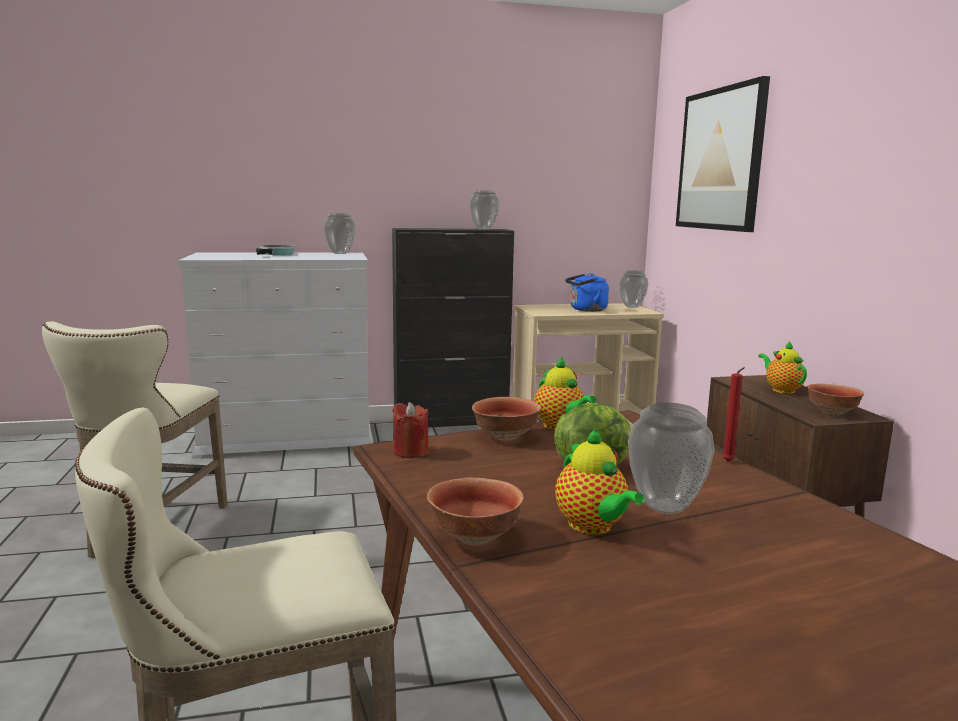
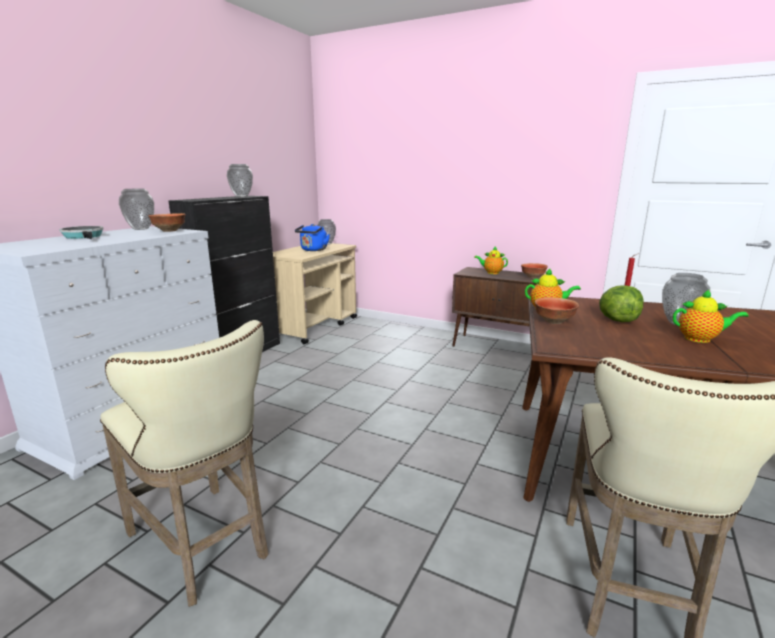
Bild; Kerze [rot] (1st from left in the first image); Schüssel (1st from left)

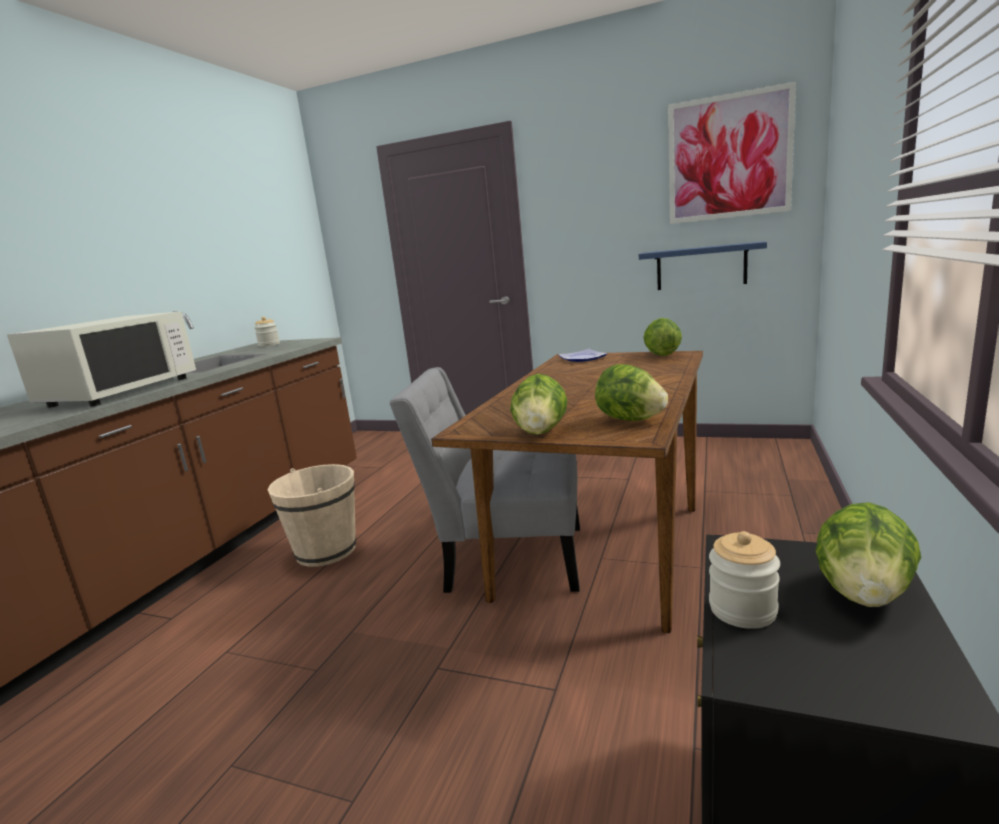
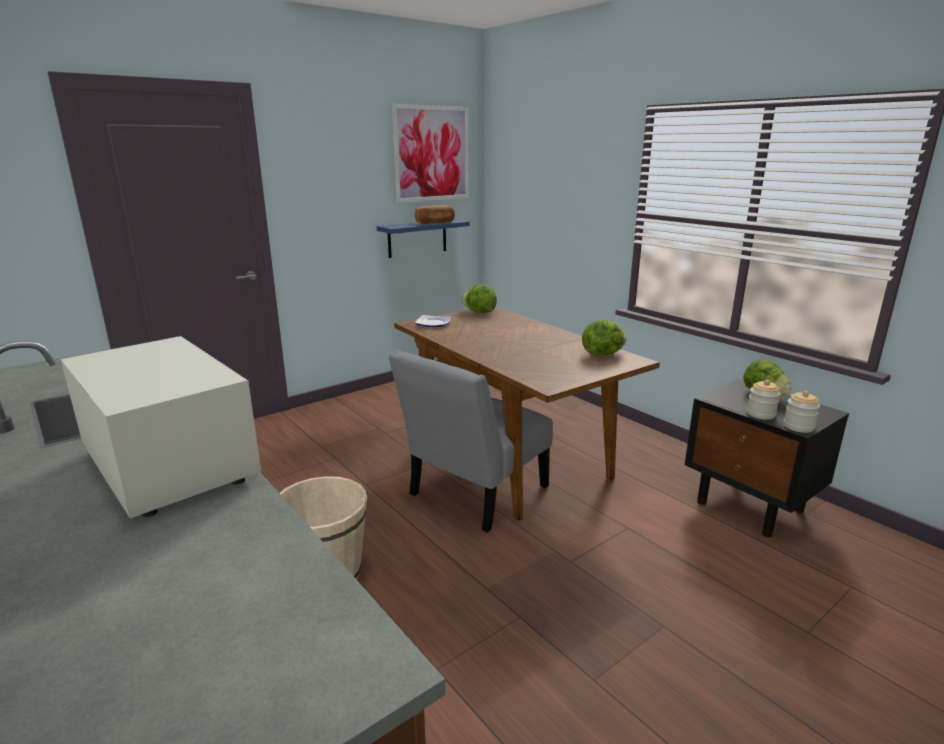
Vorratsglas (2nd from left); Salatkopf (1st from left in the first image); Brot

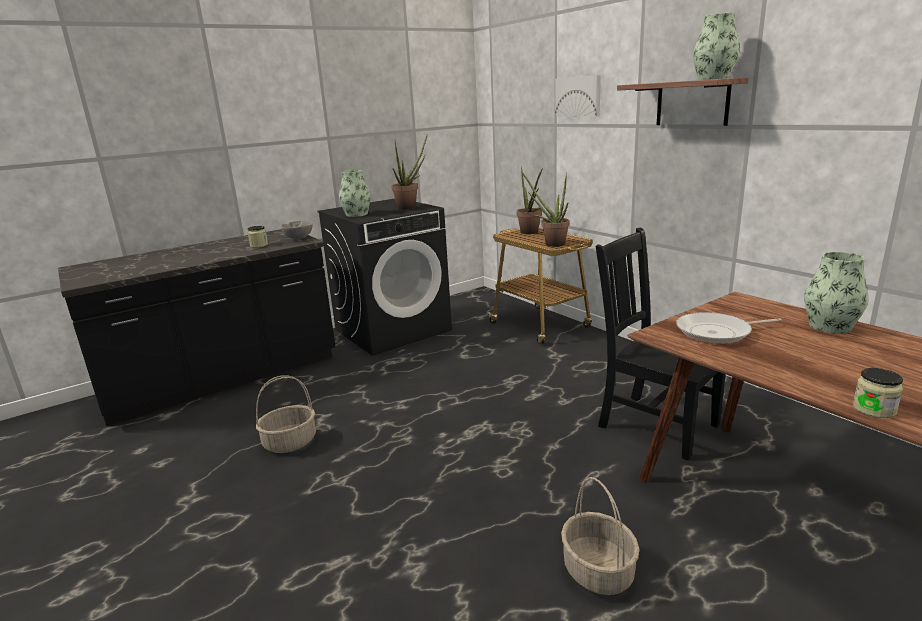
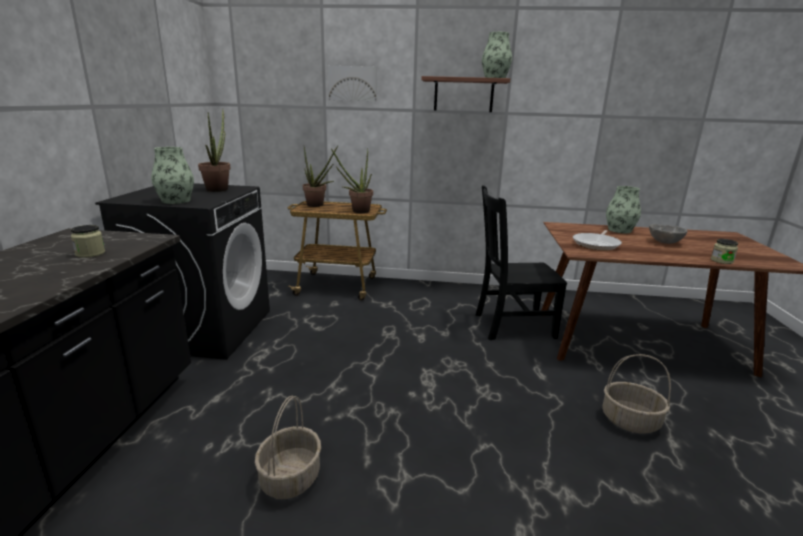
Schüssel [grau]

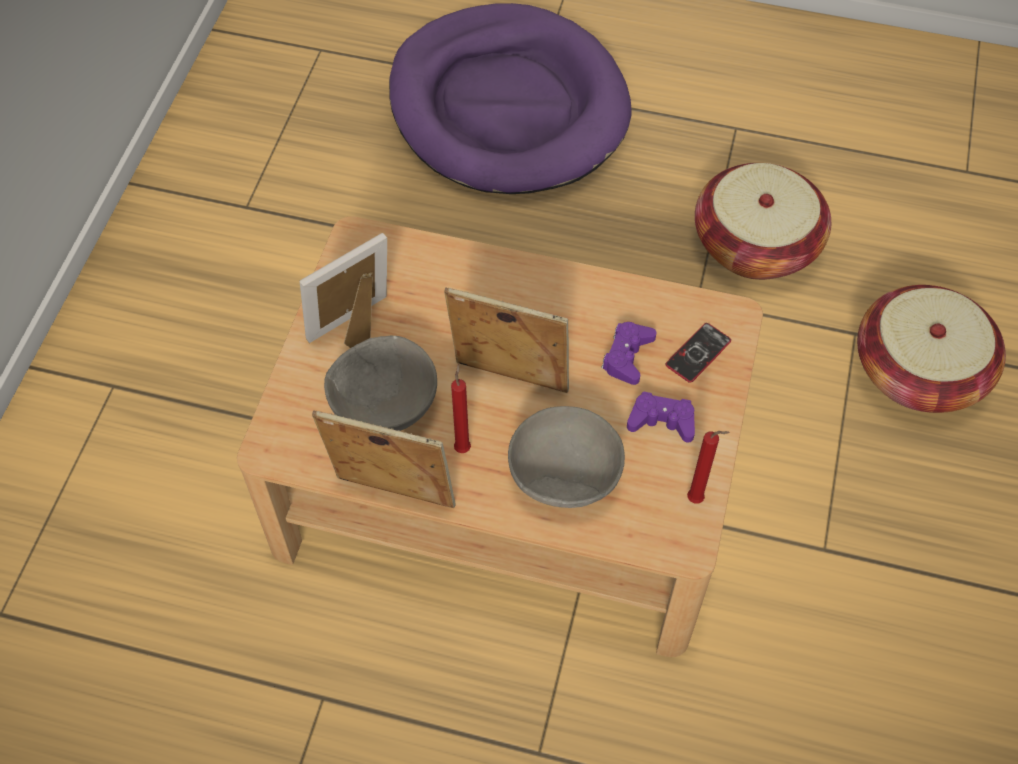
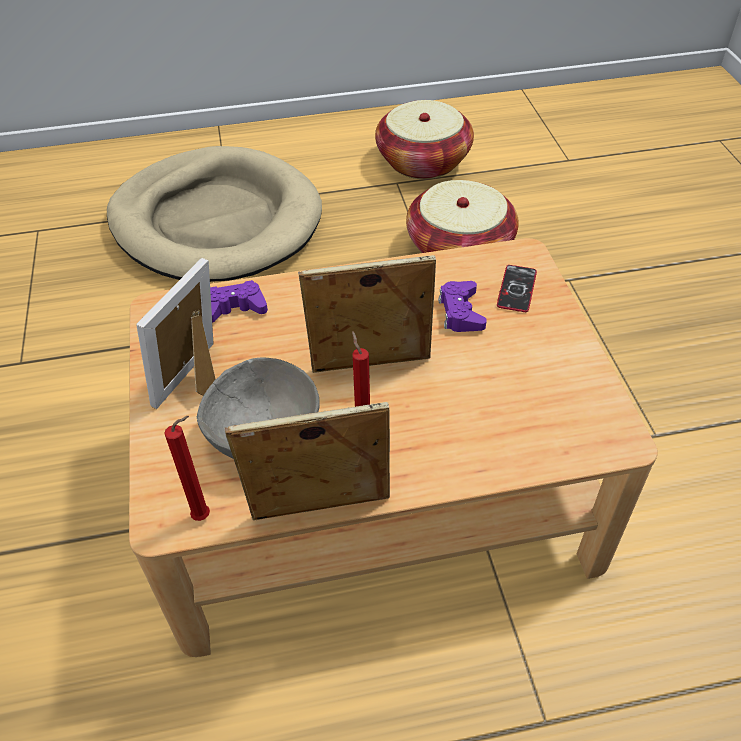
Hundebett [beige]; Korb (1st from left); Gamepad [lila] (1st from left); Schüssel [grau] (2nd from left in the first image); Kerze [rot] (1st from left)

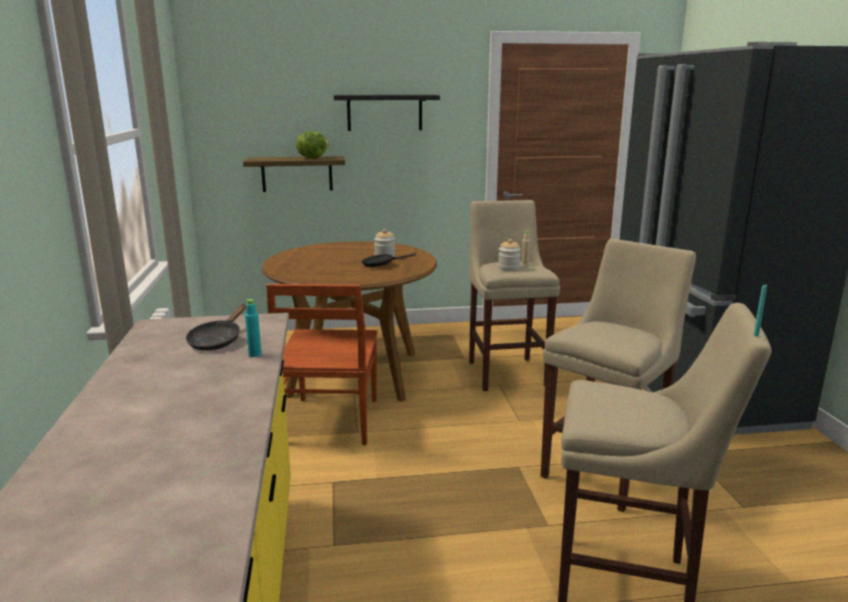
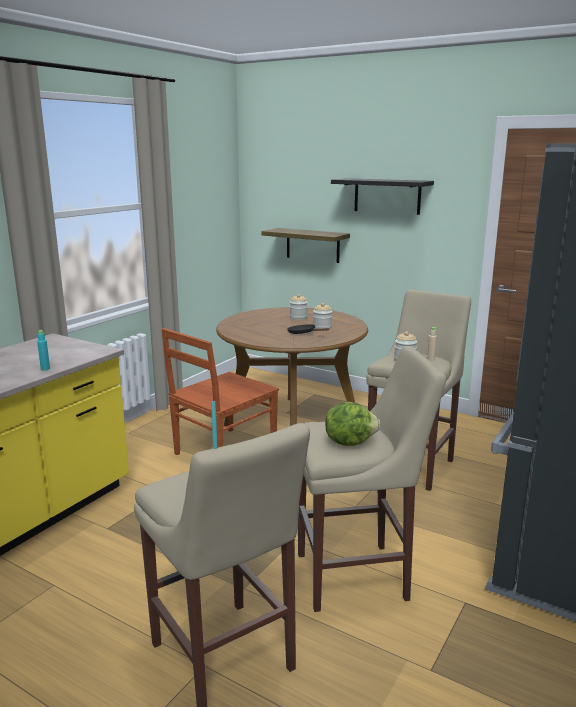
Salatkopf; Pfanne [schwarz] (1st from left in the first image); Vorratsglas (1st from left)

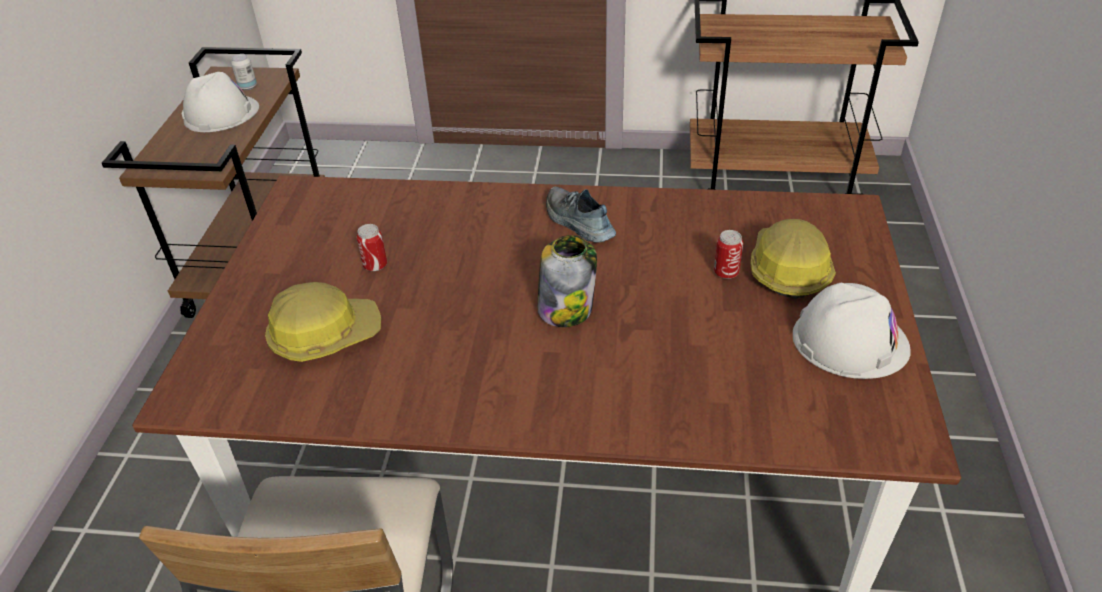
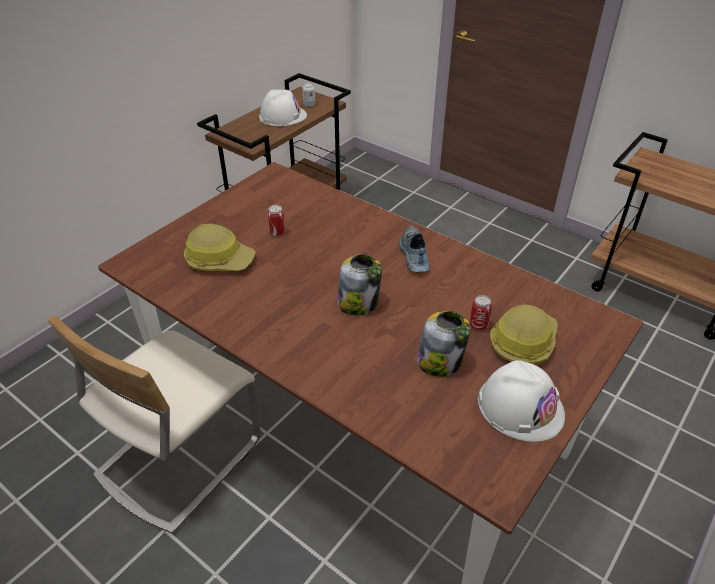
Vorratsglas (2nd from left)

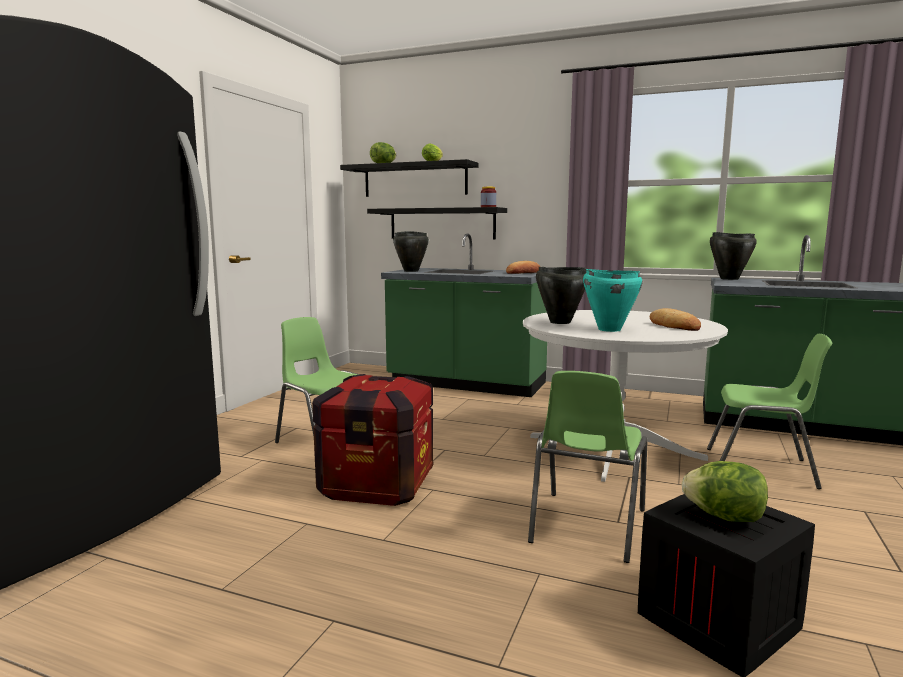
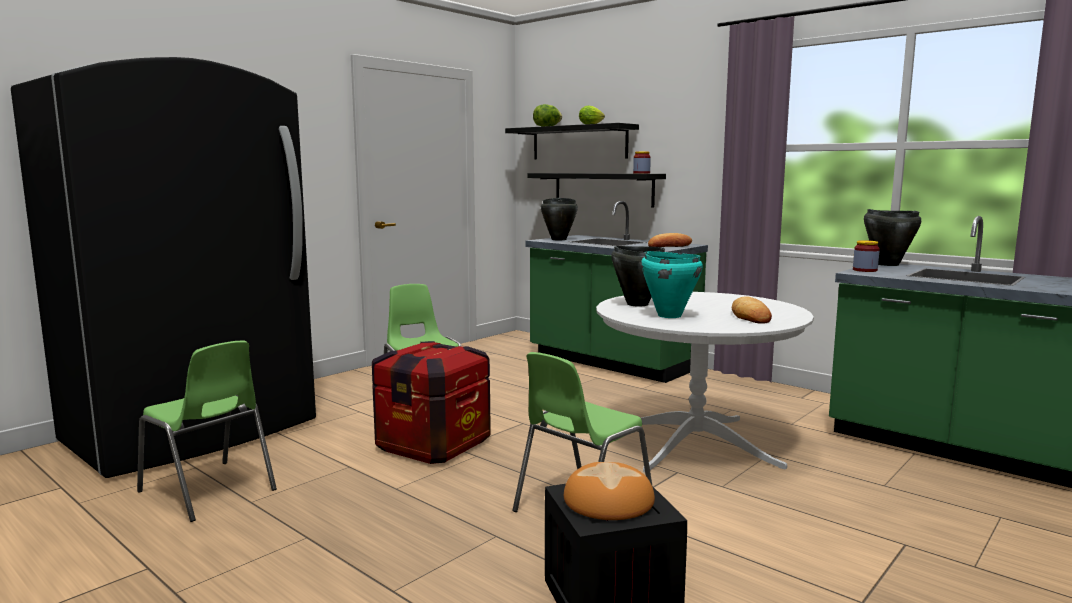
Stuhl [grün] (1st from left); Brot (1st from left); Vorratsglas (2nd from left)

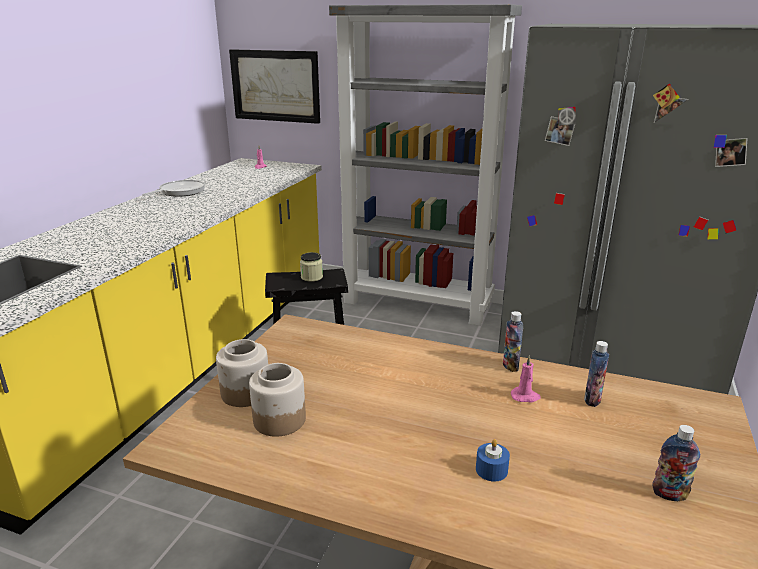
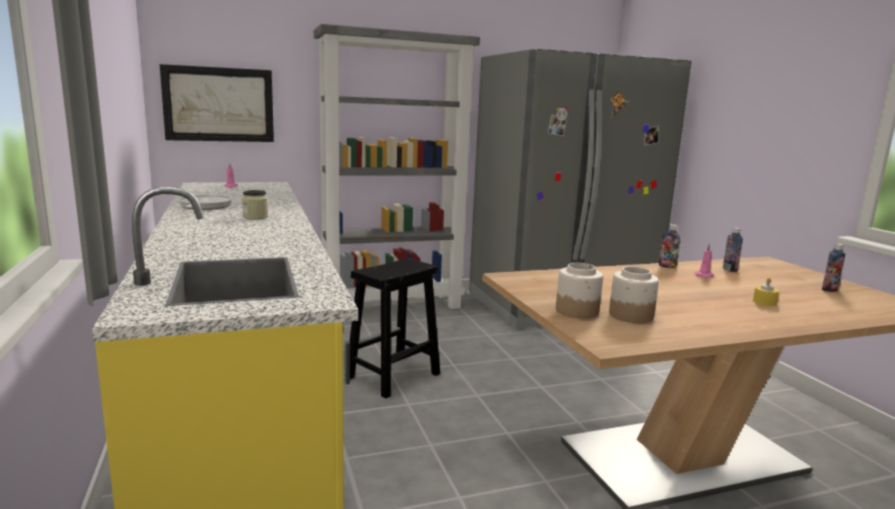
Vorratsglas (1st from left); Kerze [gelb]

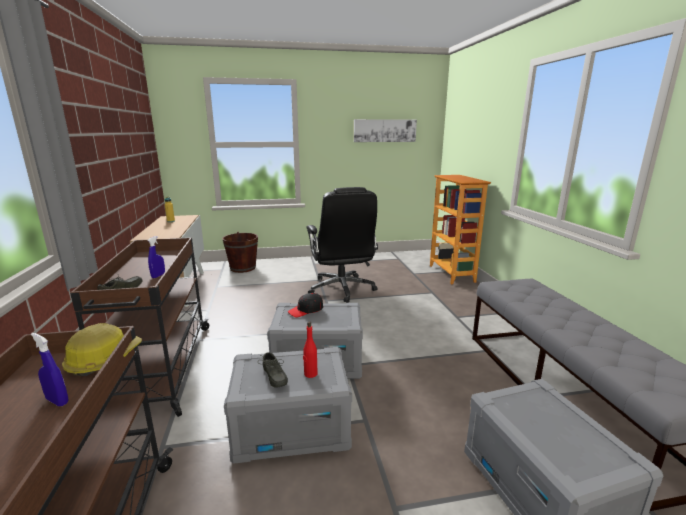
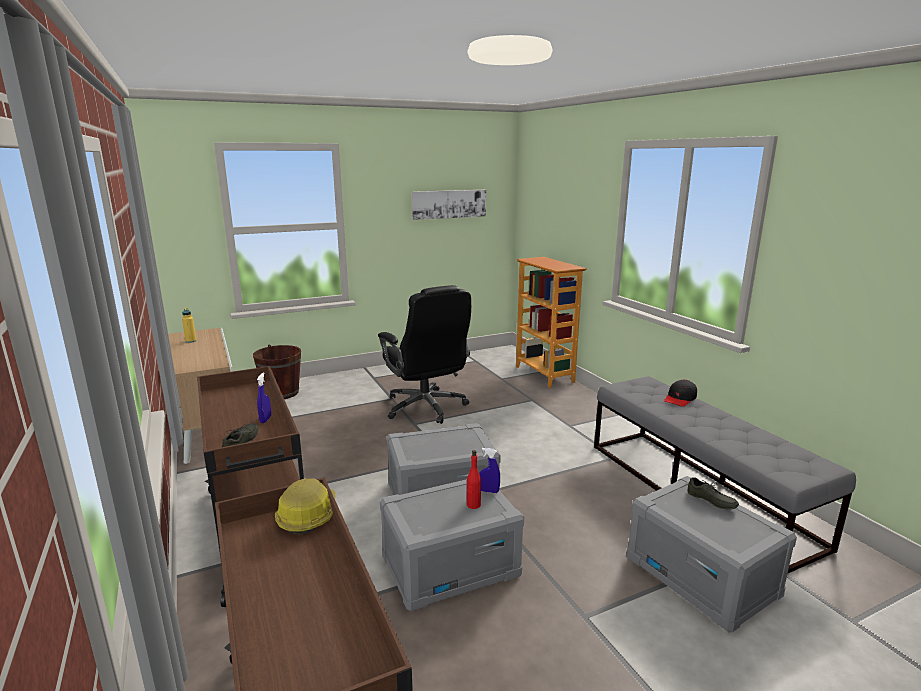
Kappe [schwarz]; Sprühflasche [blau] (2nd from left); Schuh [grau] (2nd from left)

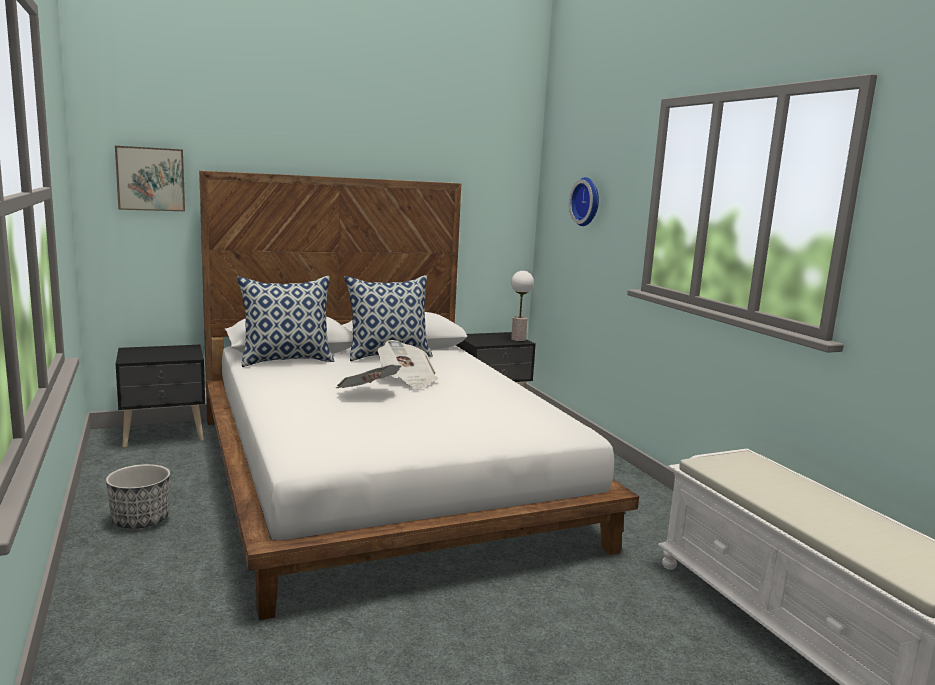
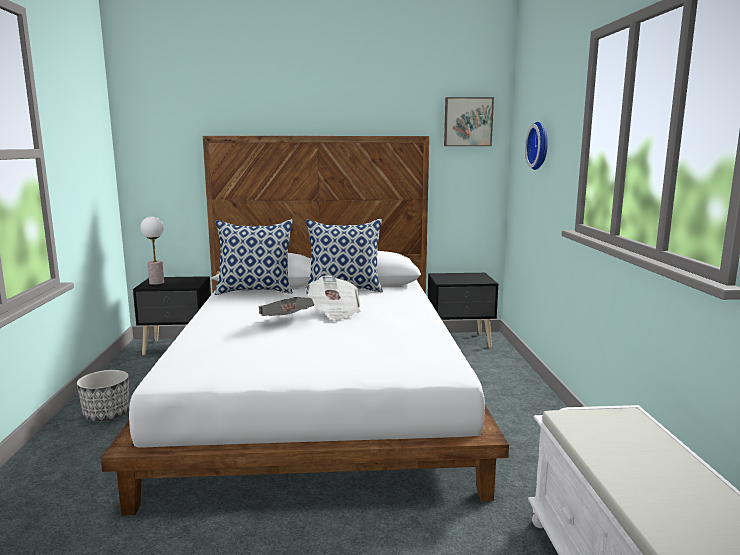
Bild; Tischlampe

